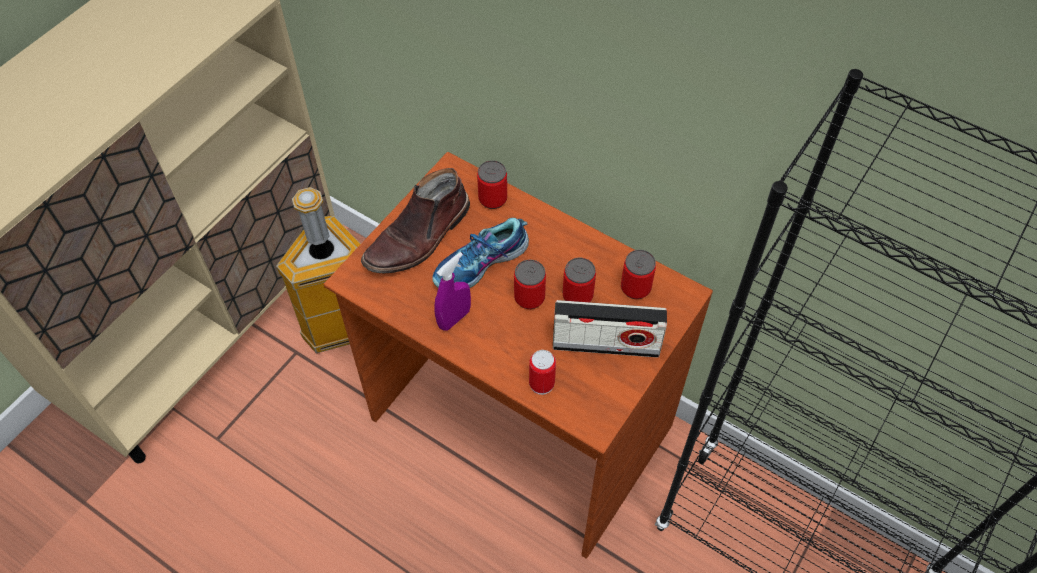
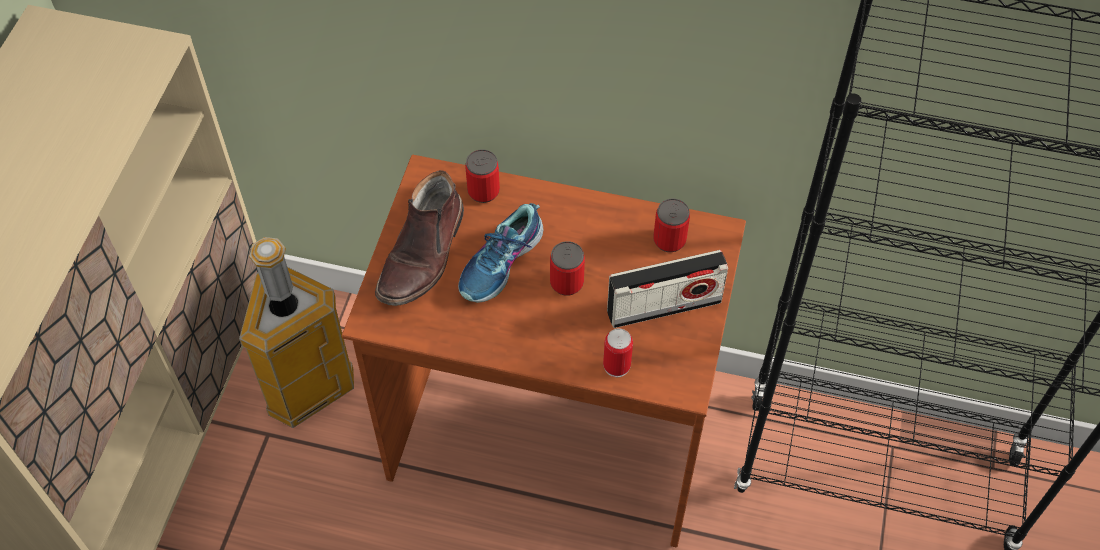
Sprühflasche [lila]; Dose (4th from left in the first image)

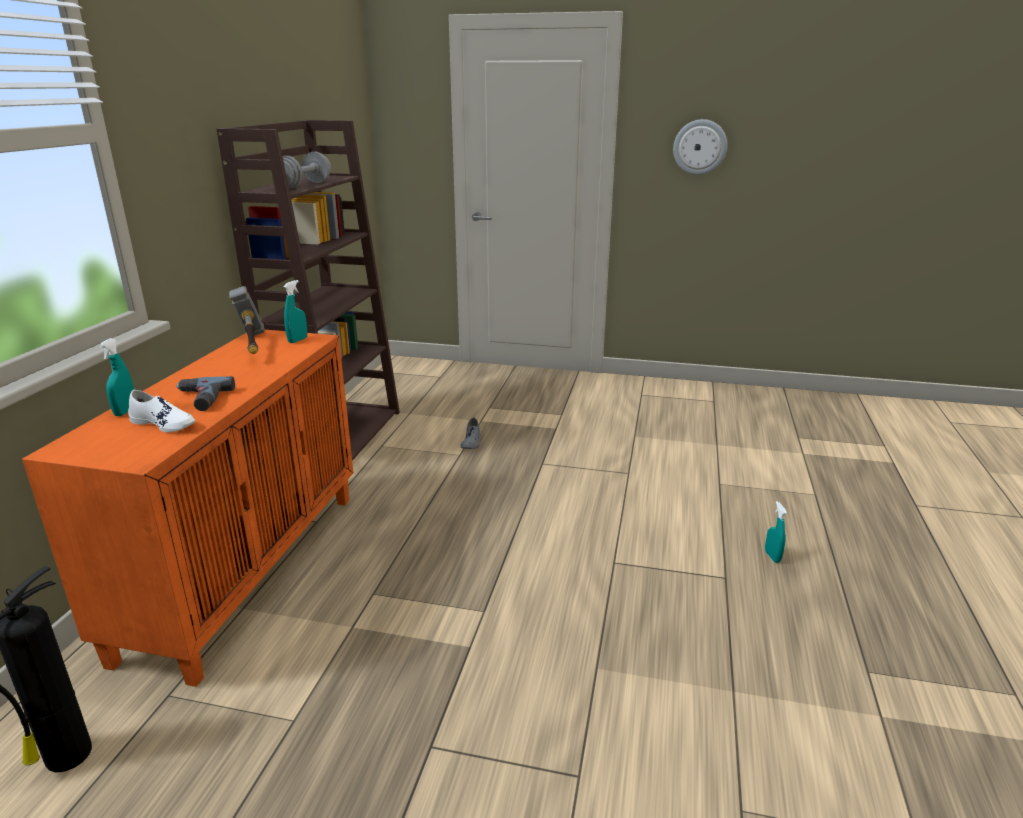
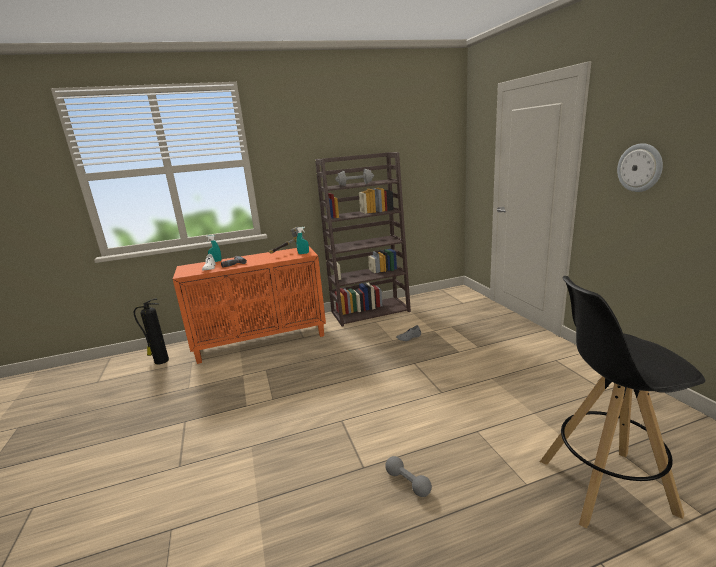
Hantel [grau] (2nd from left); Hocker [schwarz]

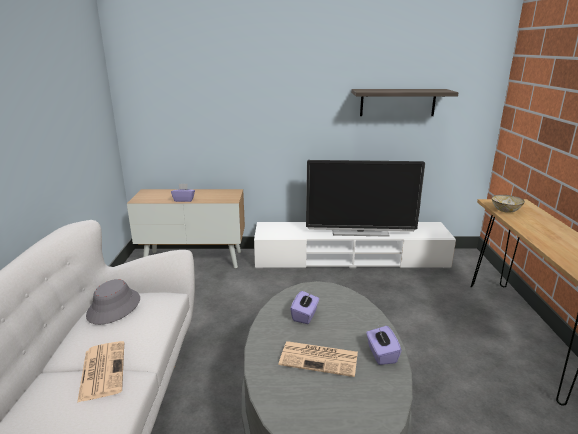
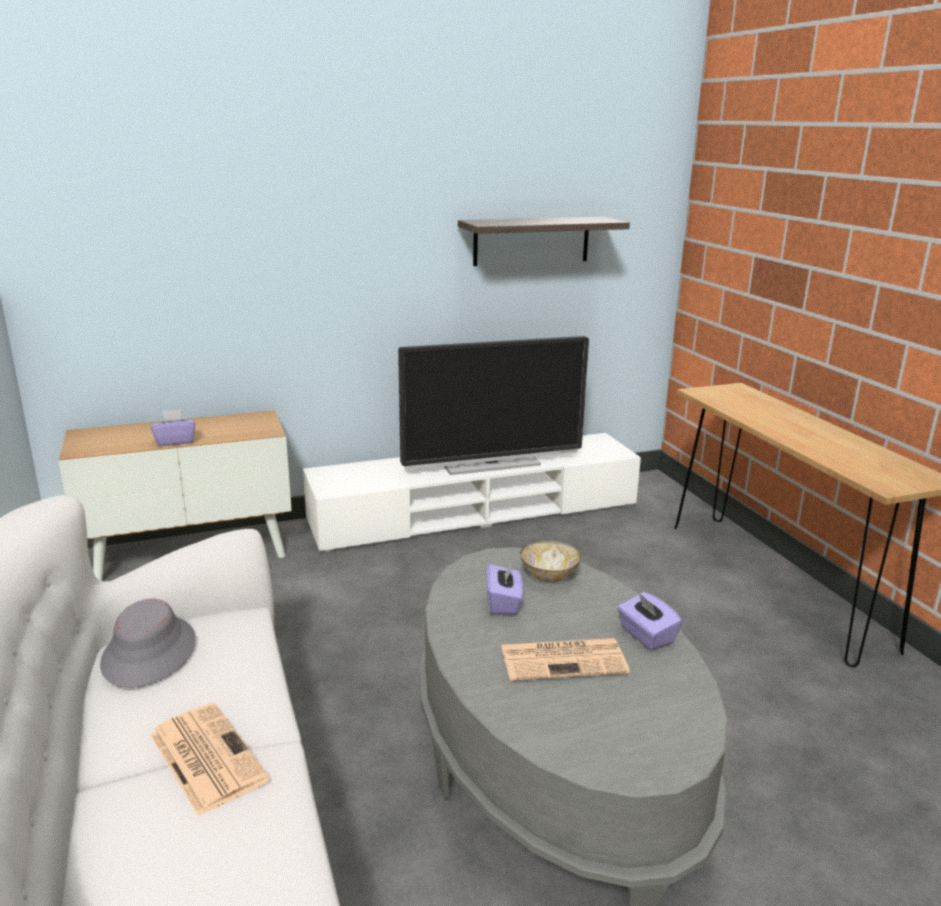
Schüssel

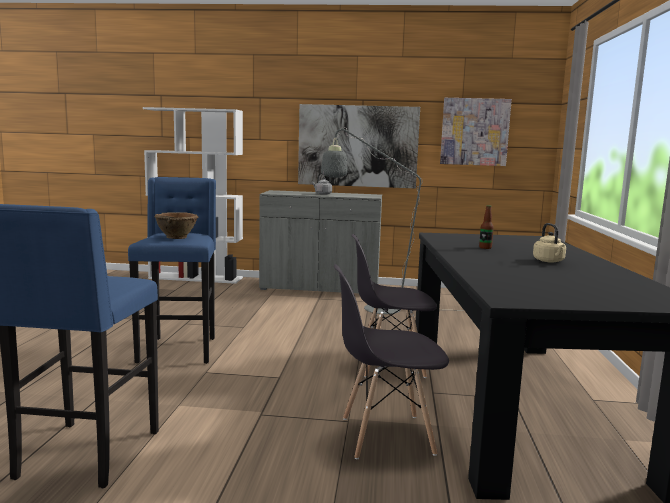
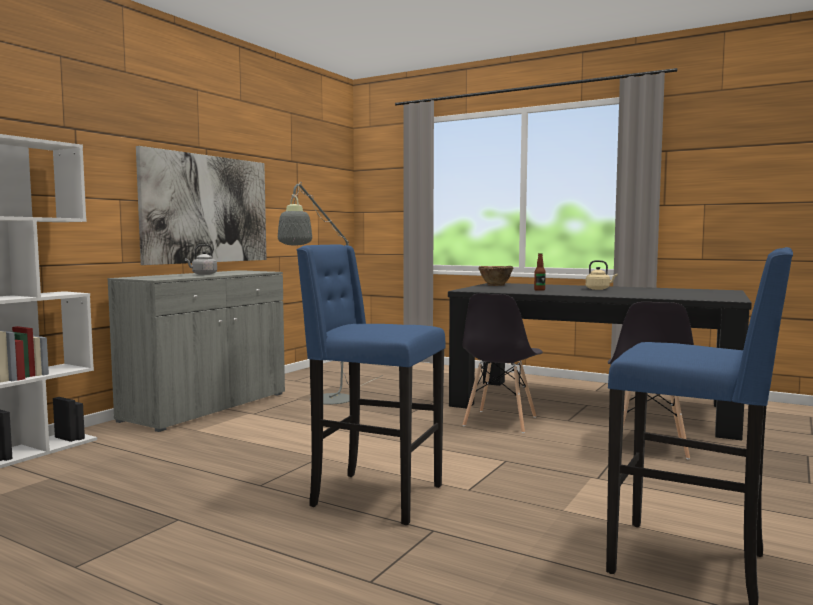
Bild (2nd from left in the first image); Schüssel [braun]

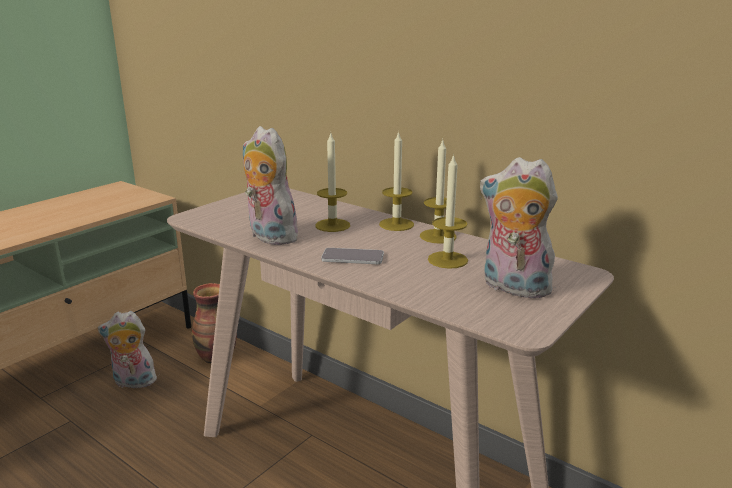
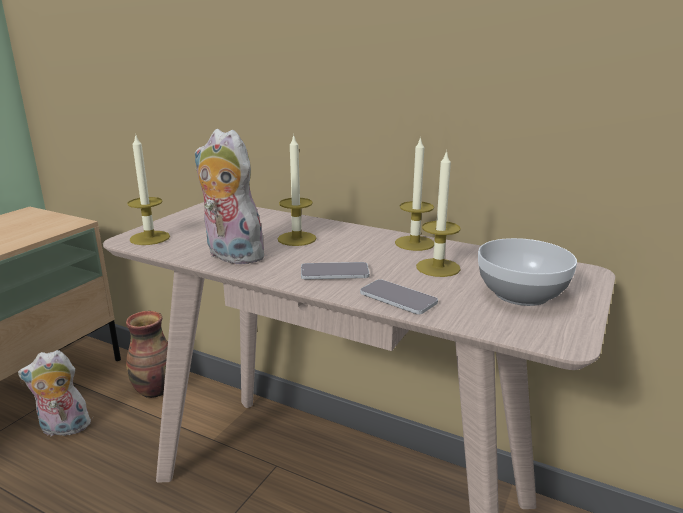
Kerze (1st from left); Schüssel; Handy (2nd from left)

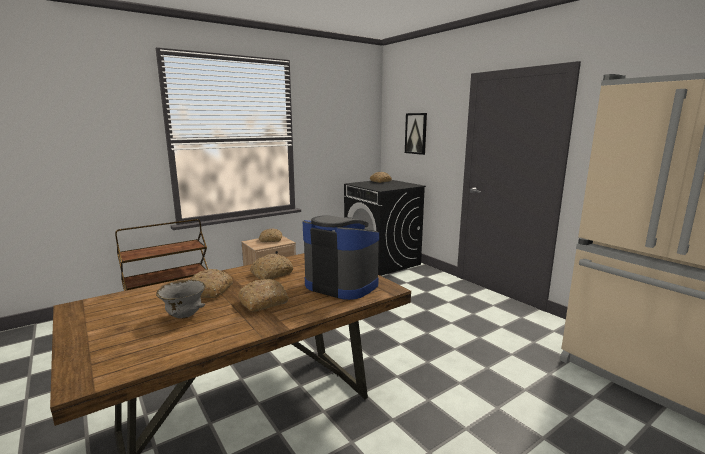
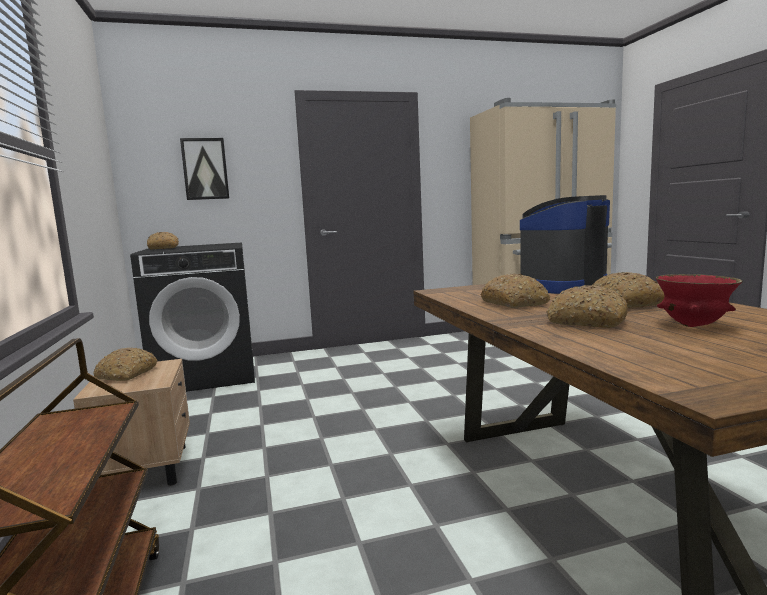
Schüssel [rot]

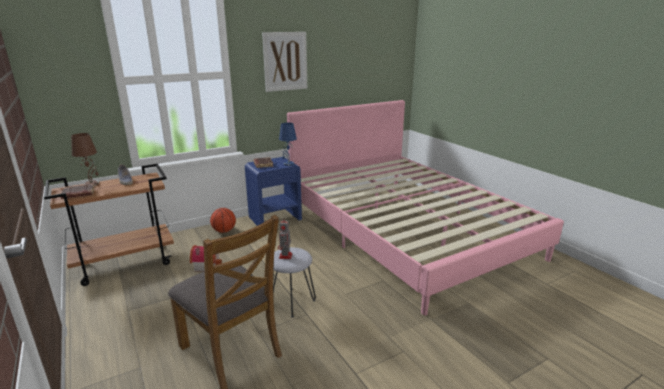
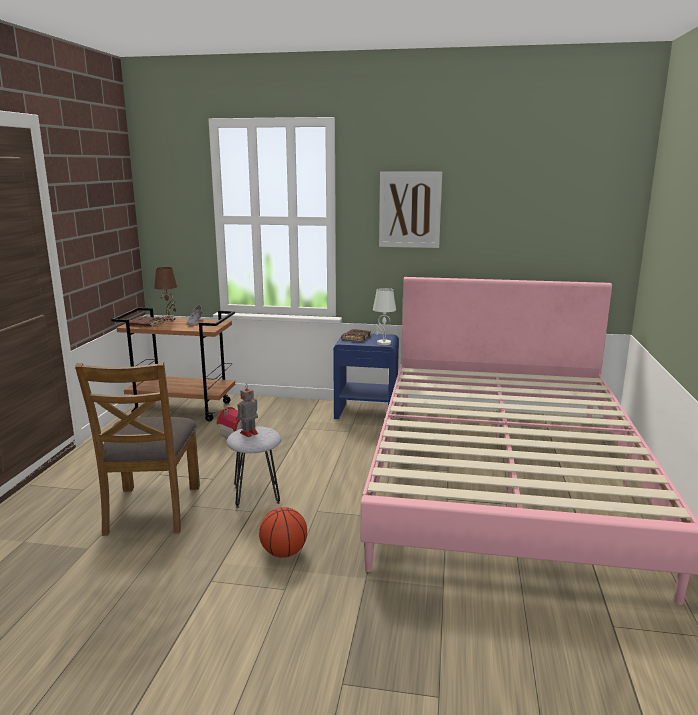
Tischlampe [weiß]; Basketball

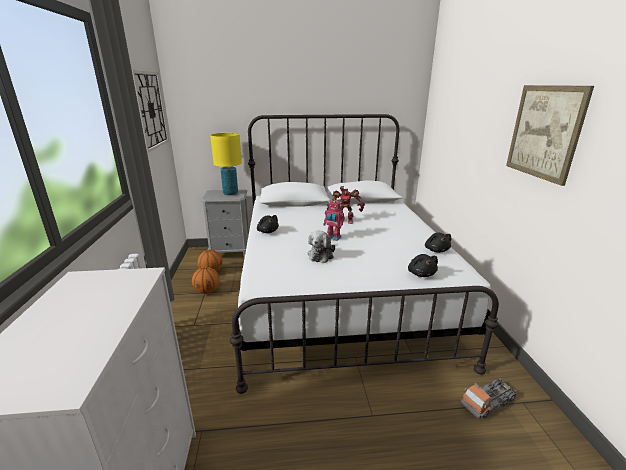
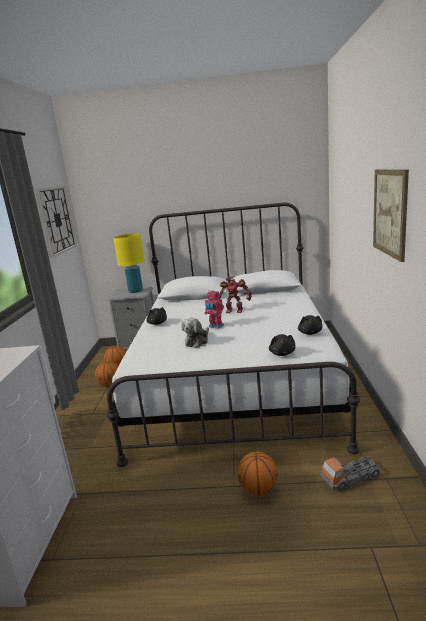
Basketball (3rd from left)

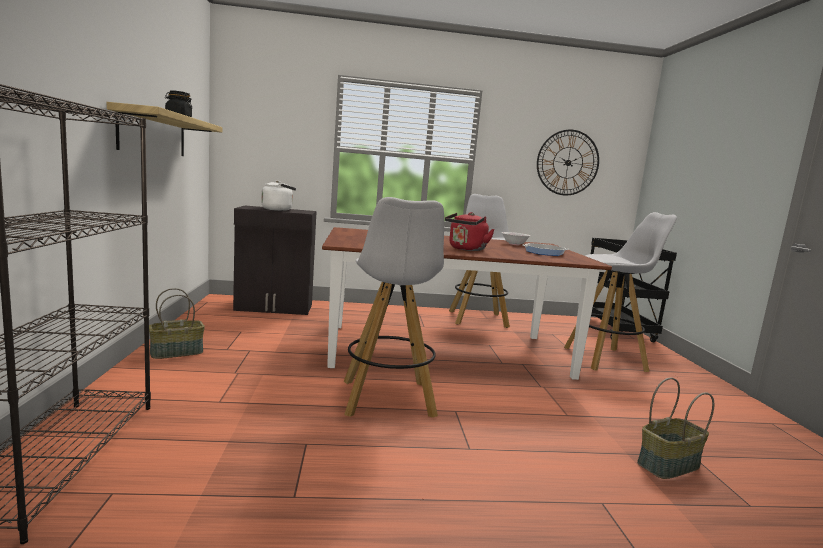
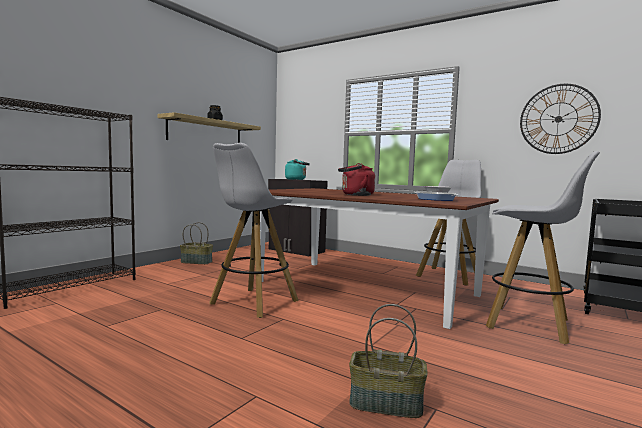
Wasserkessel [türkis]

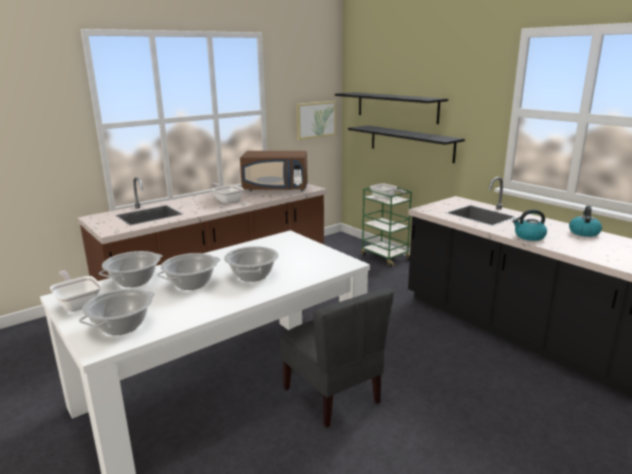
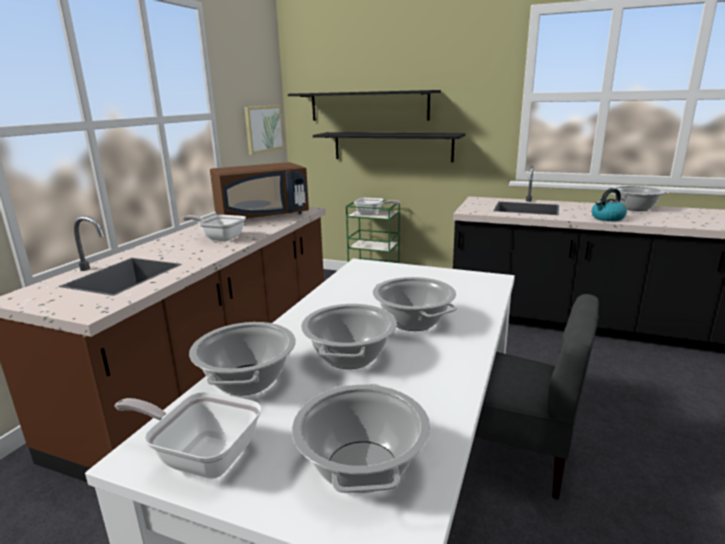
Kochtopf (5th from left)

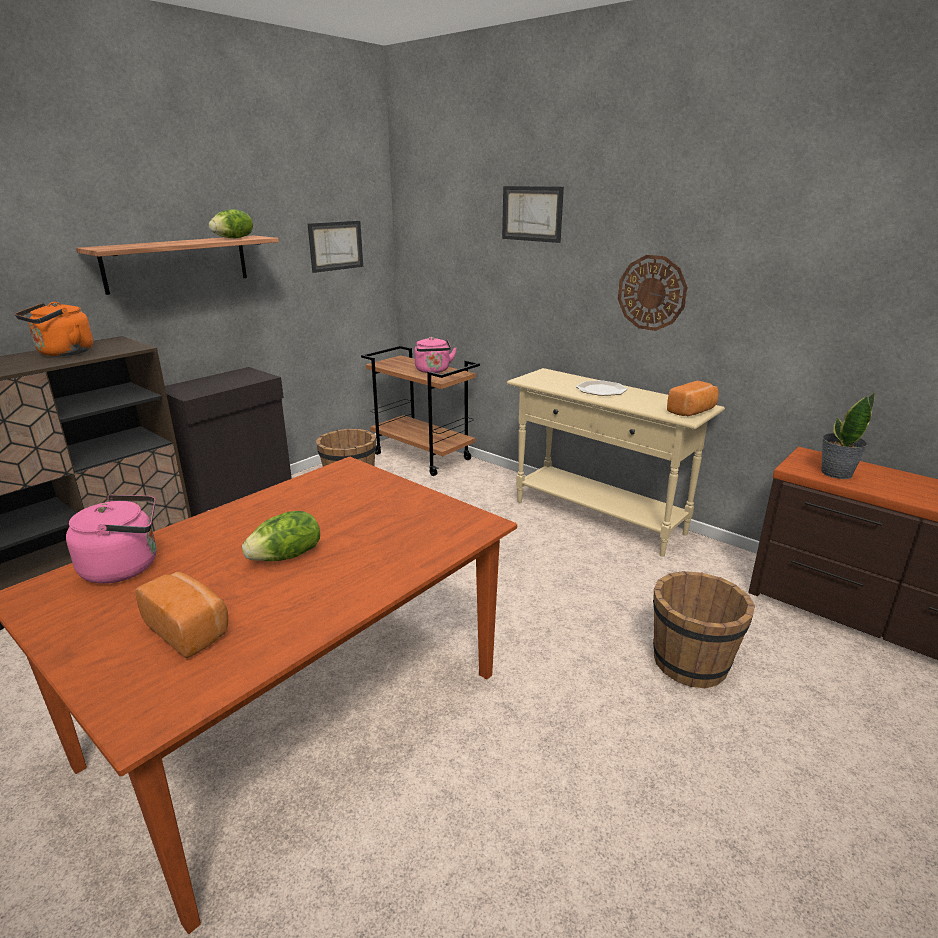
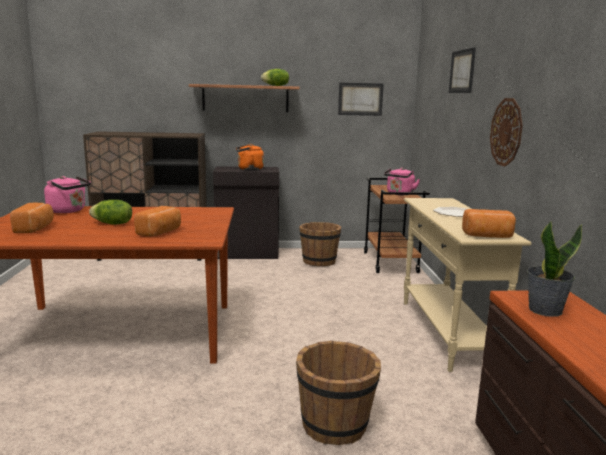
Wasserkessel [orange]; Brot (2nd from left)

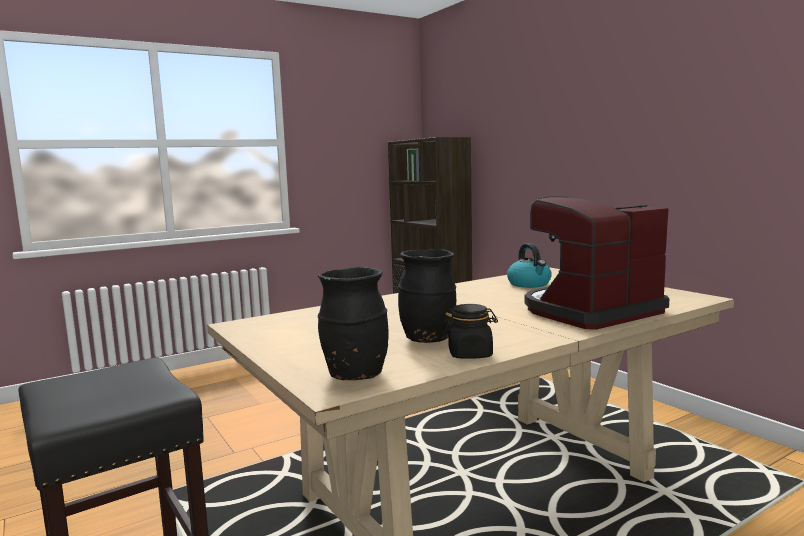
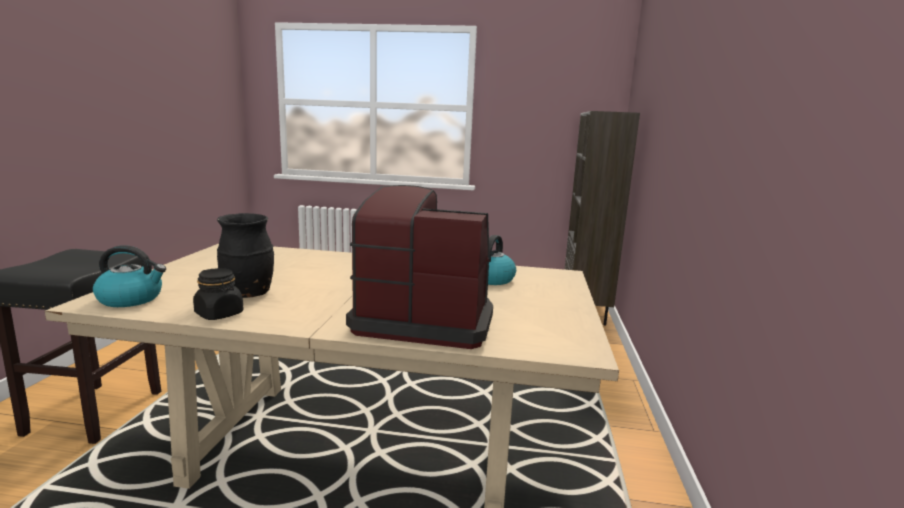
Wasserkessel (1st from left)

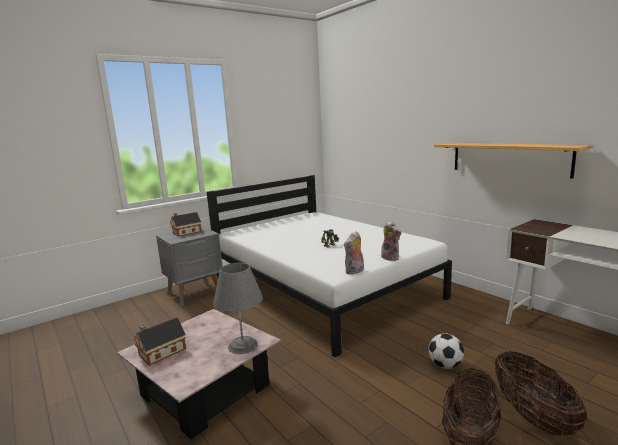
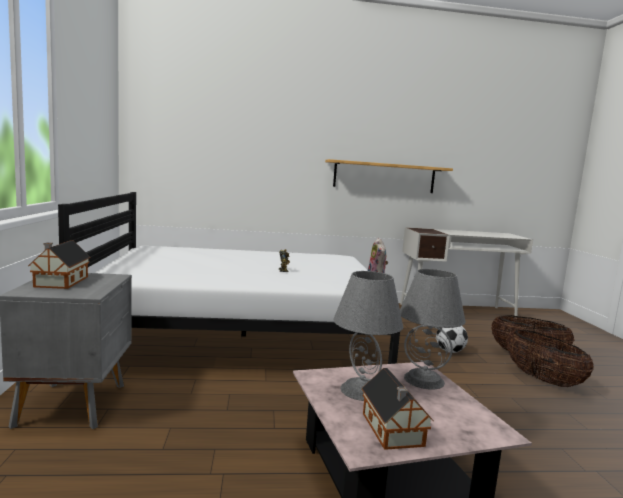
Plüschtier (2nd from left in the first image); Tischlampe [grau] (1st from left)

